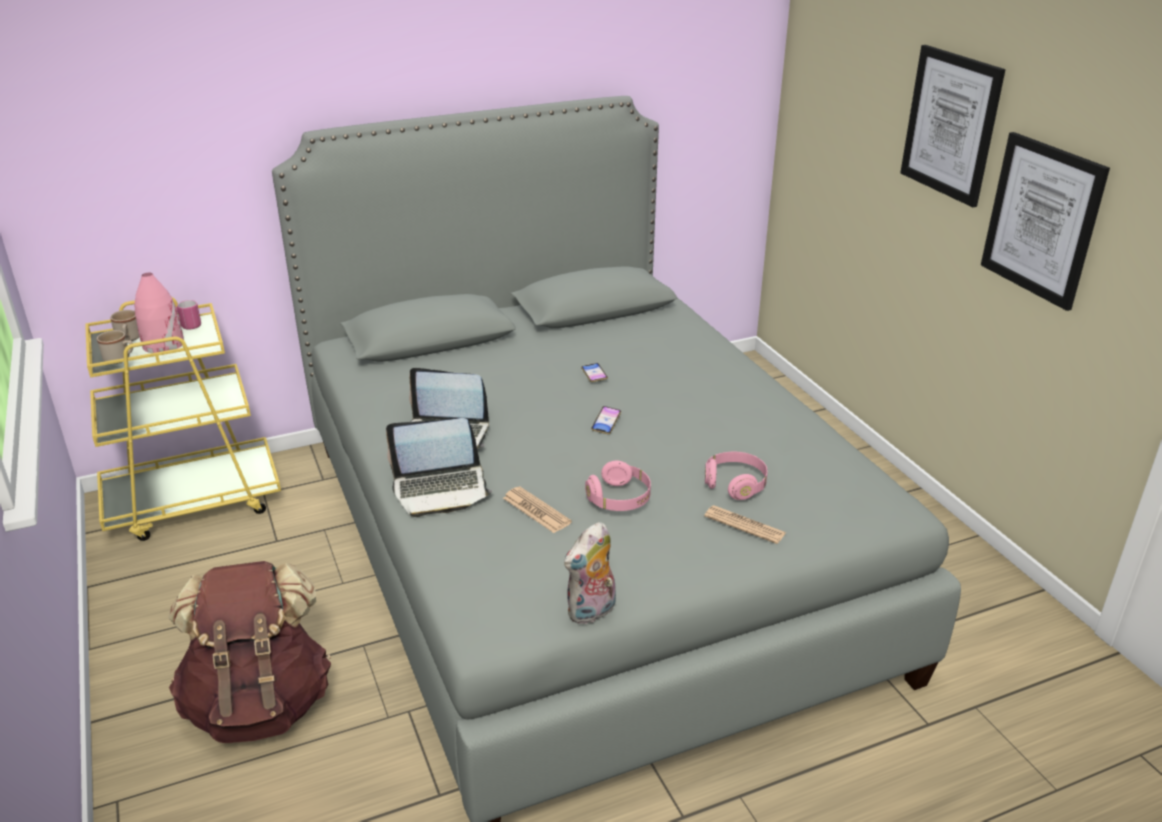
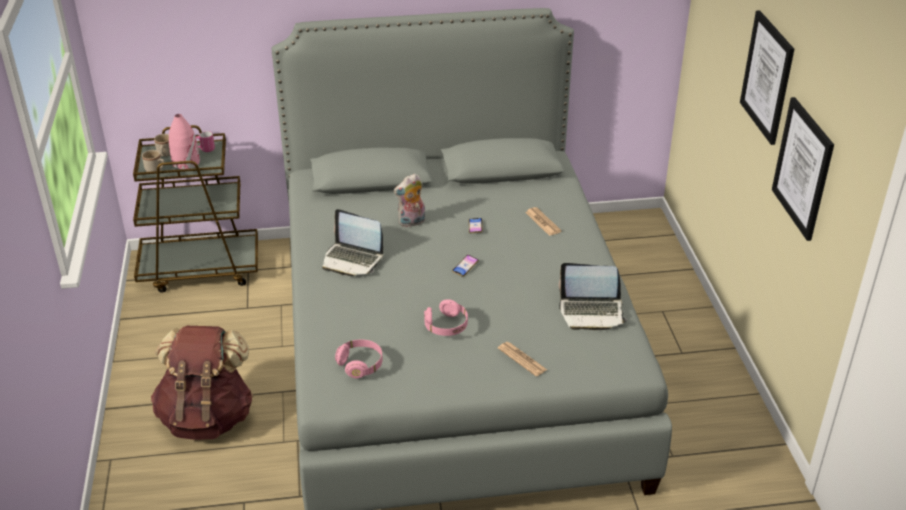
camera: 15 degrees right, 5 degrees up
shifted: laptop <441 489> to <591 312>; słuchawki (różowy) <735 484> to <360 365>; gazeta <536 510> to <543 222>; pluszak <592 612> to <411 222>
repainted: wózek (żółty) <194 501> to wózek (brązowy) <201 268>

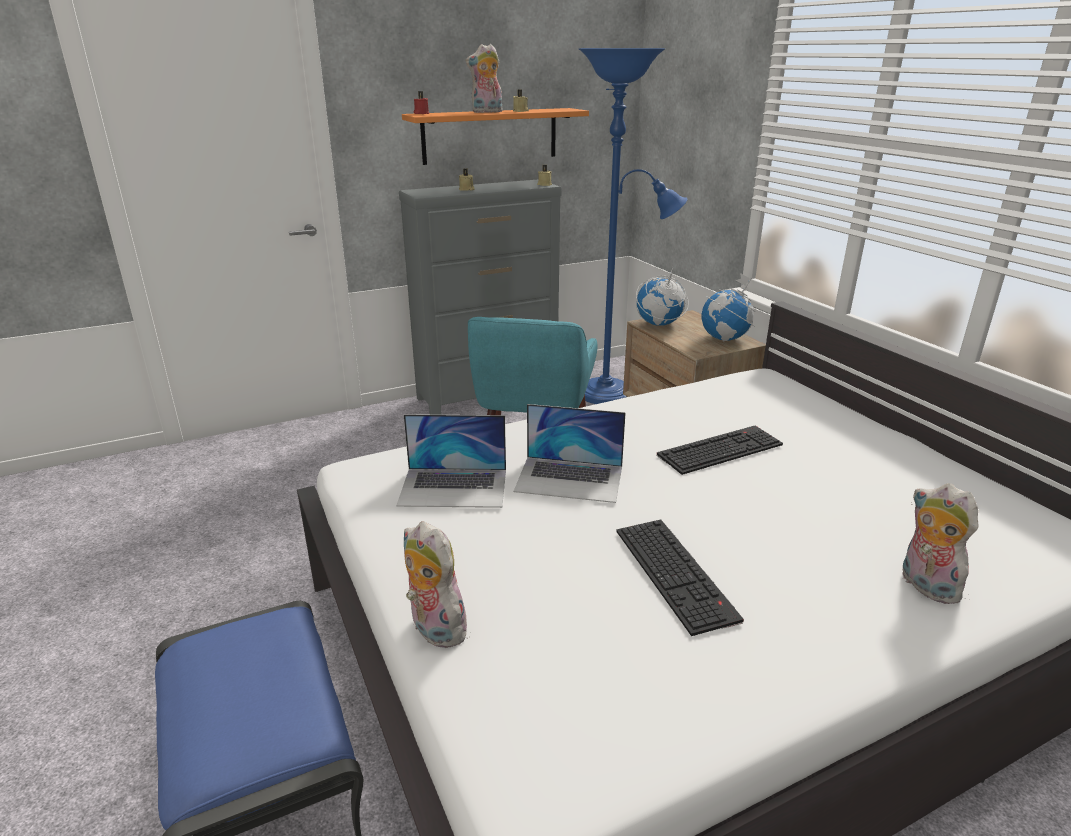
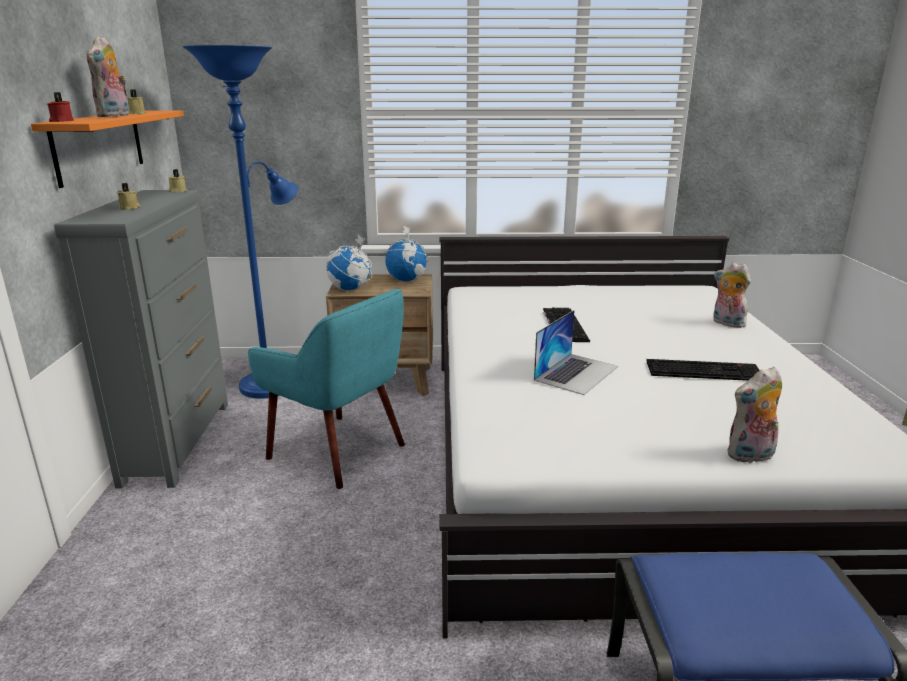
camera: 65 degrees left, 5 degrees down
gone: laptop <454 487>
rotated: pluszak <924 585> = <726 323> 45 degrees clockwise

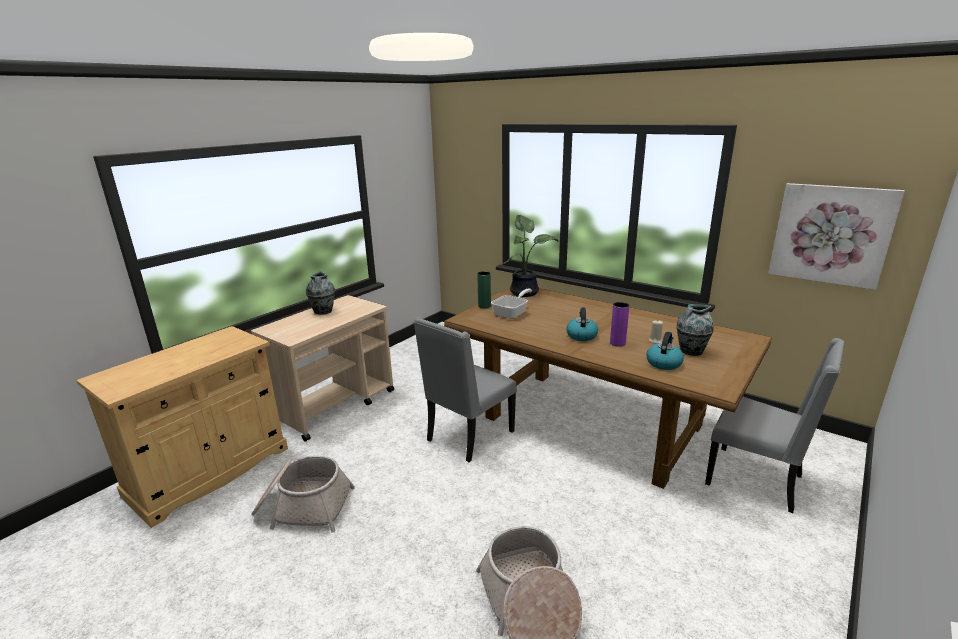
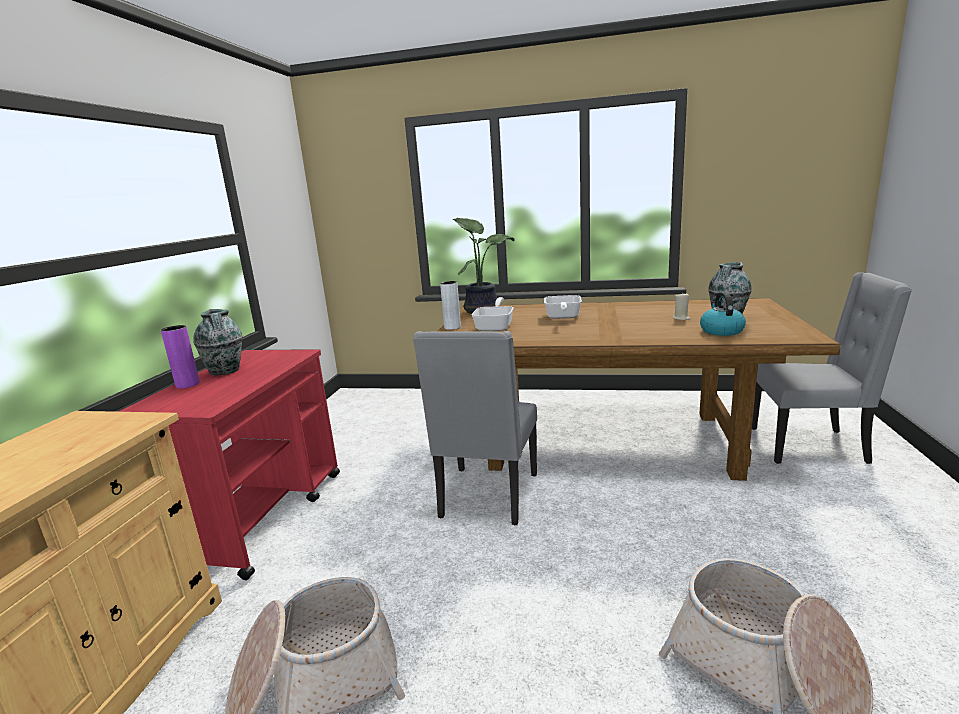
camera: 25 degrees left, 5 degrees down
gone: obraz <831 234>; czajnik <581 335>
new: patelnia <562 317>
shifted: wazon (fioletowy) <617 343> to <187 384>
repainted: wazon (zielony) <484 306> to wazon (szary) <452 327>; wózek (beżowy) <336 405> to wózek (czerwony) <262 516>

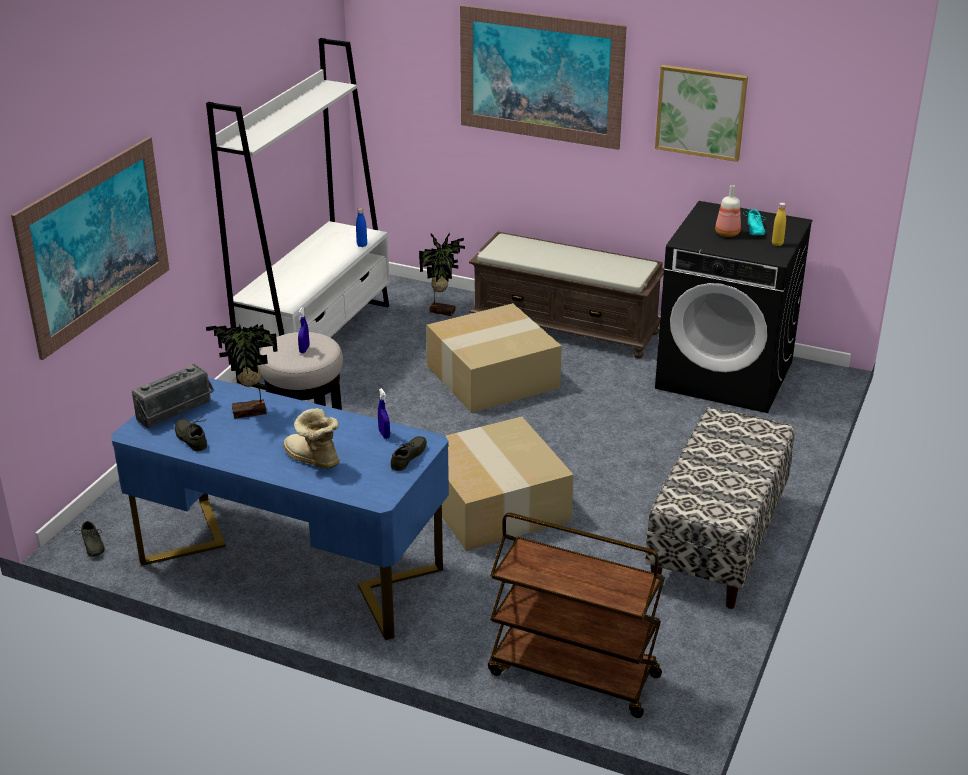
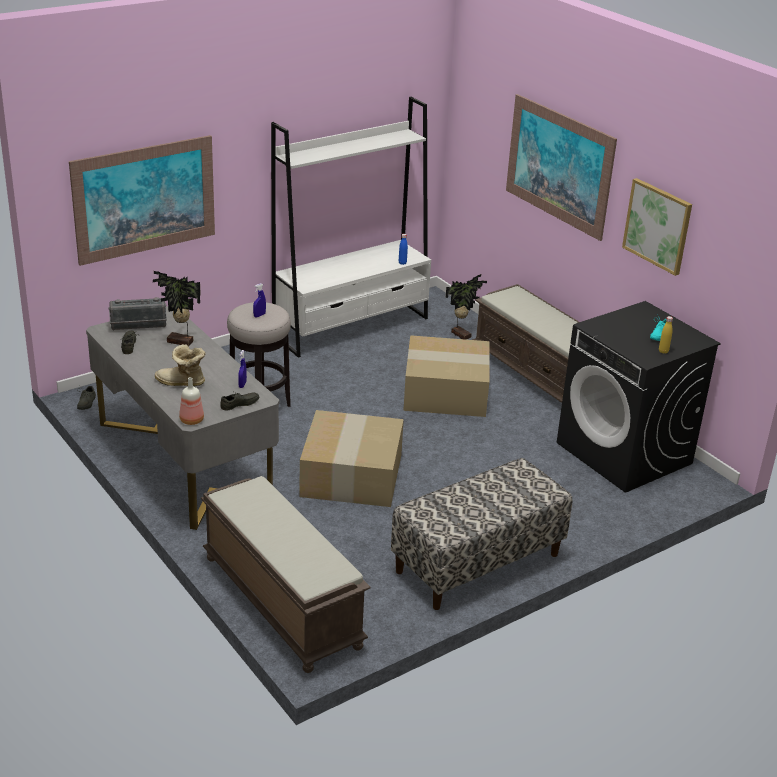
camera: 30 degrees right, 0 degrees up
shifted: butelka <727 234> to <191 420>
swapped: wózek (brązowy) <572 675> to ławka (brązowy) <279 601>
repainted: biurko (niebieski) <290 565> to biurko (szary) <183 460>
rotated: but z cholewką <311 459> = <181 383> 60 degrees counterclockwise

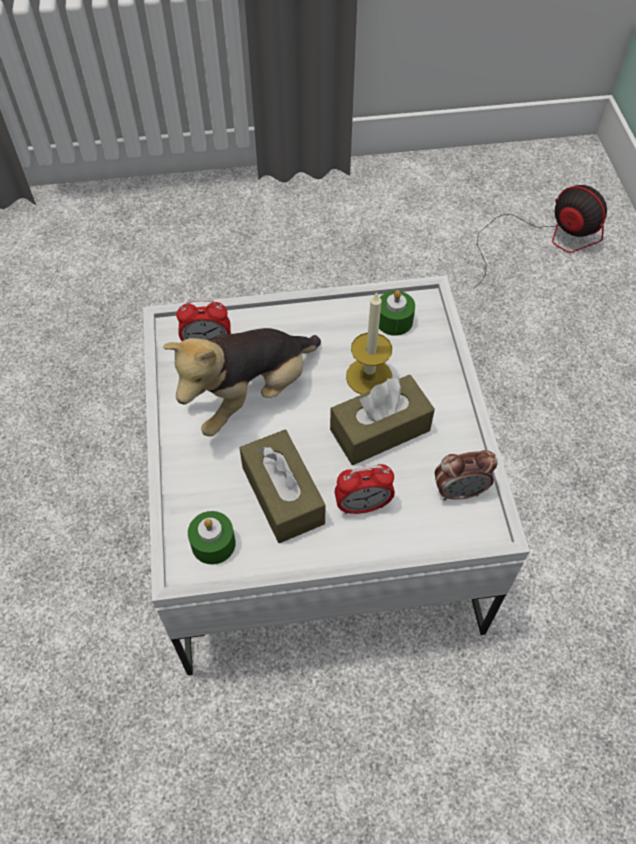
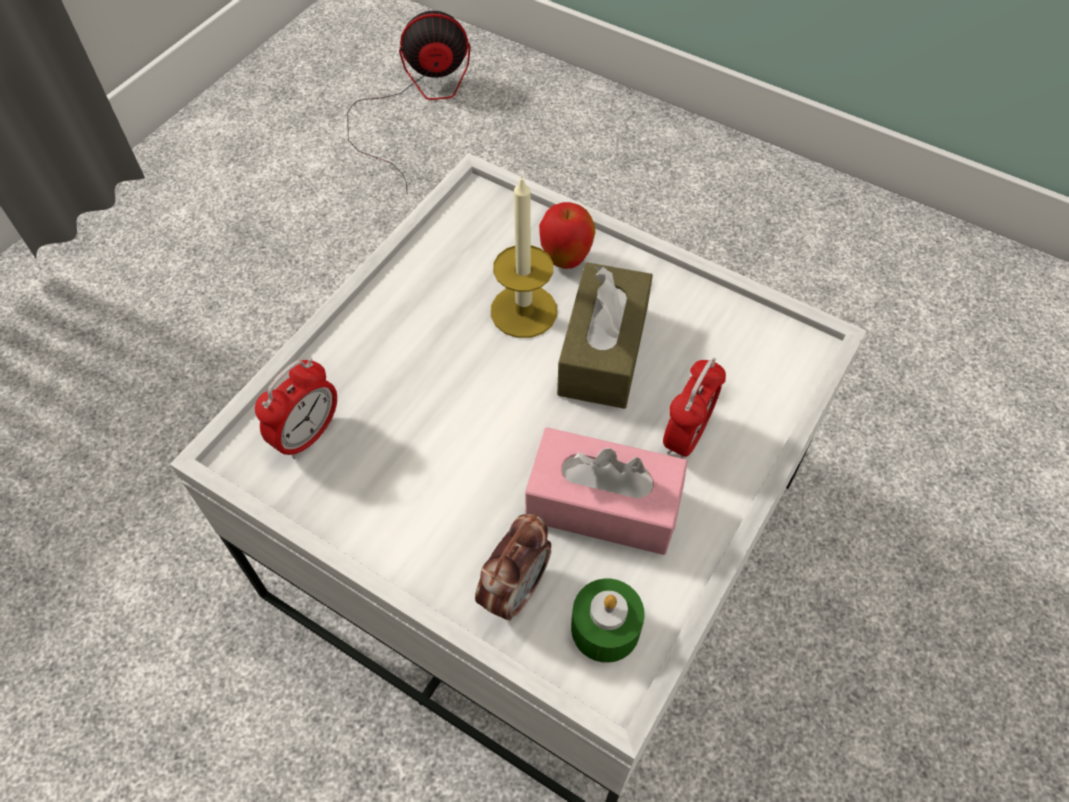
camera: 50 degrees left, 0 degrees up
gone: świeca (zielony) <394 321>; pluszak <250 395>
new: jabłko <566 260>
shifted: budzik <459 491> to <515 590>
repainted: pudełko chusteczek (brązowy) <283 495> to pudełko chusteczek (różowy) <603 505>

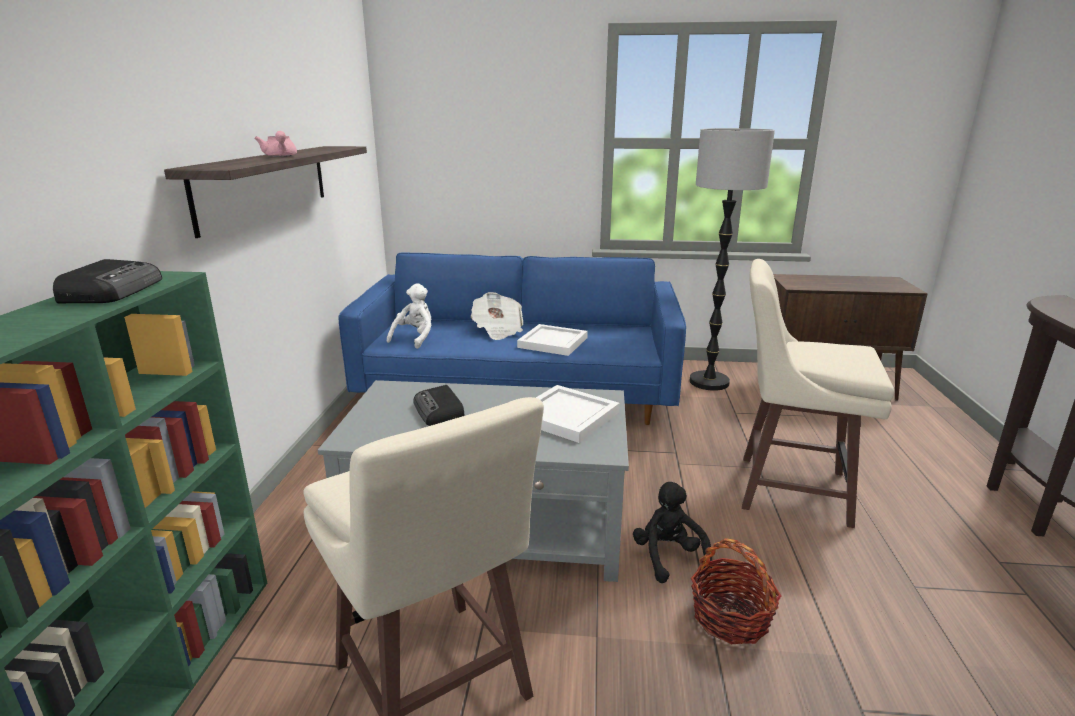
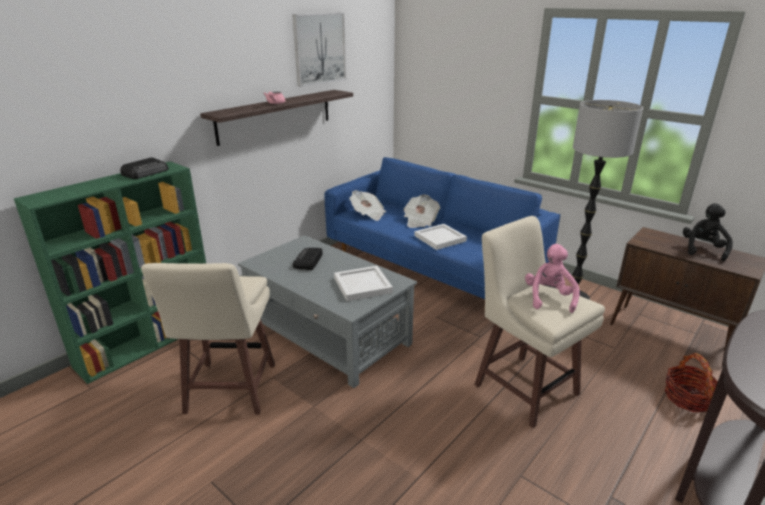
camera: 35 degrees right, 5 degrees up
new: obraz <319 48>; pluszak (różowy) <549 298>
shifted: pluszak (czarny) <668 557> to <703 250>; koszyk <731 617> to <687 398>
swapped: pluszak (biały) <415 338> to gazeta <368 214>

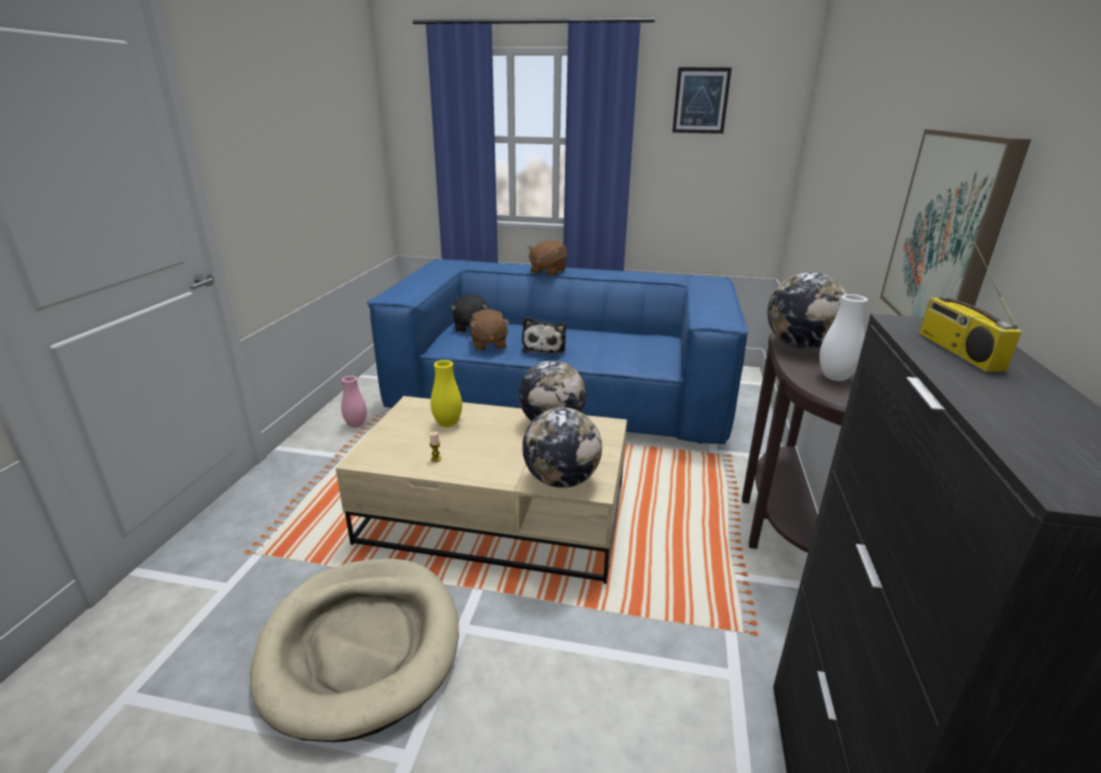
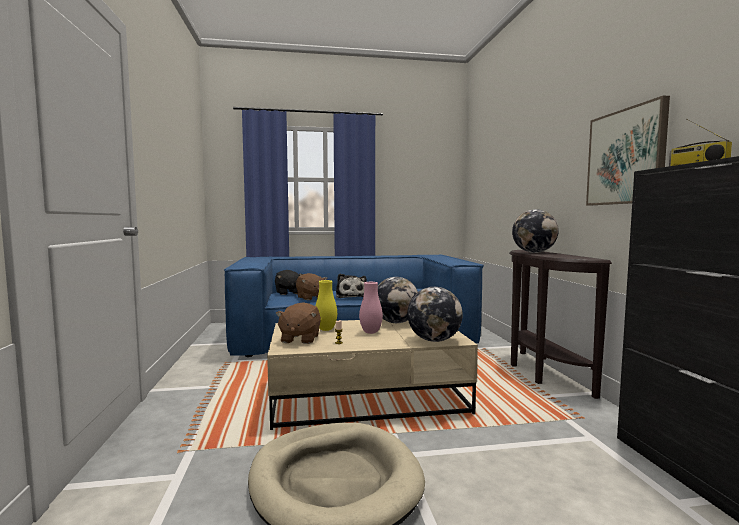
camera: 20 degrees left, 20 degrees down
gone: obraz <701 100>; wazon (biały) <835 378>
shifted: pluszak (brązowy) <547 271> to <299 339>; wazon (różowy) <356 425> to <370 332>

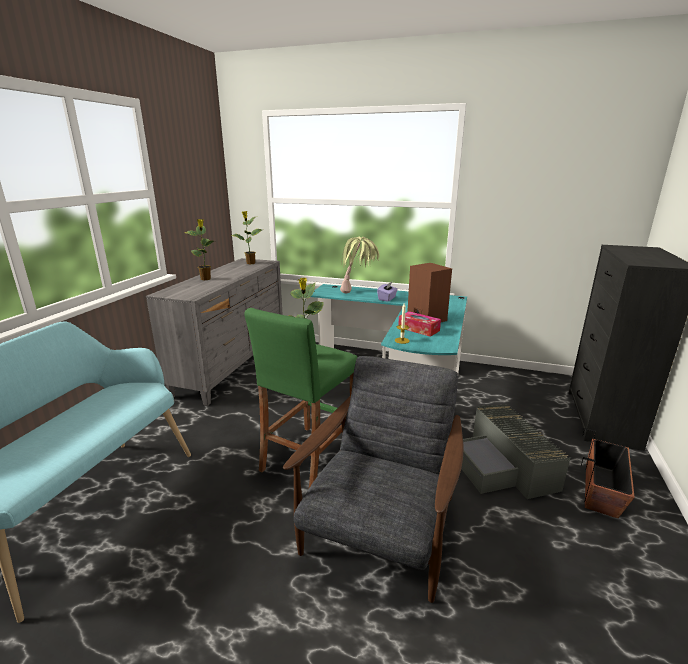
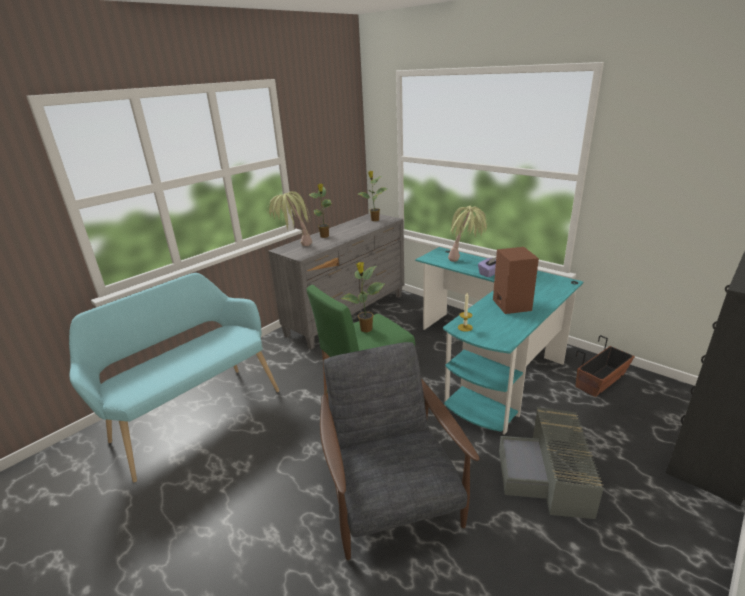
camera: 25 degrees right, 5 degrees up
gone: pudełko chusteczek <418 329>
new: roślina doniczkowa <294 248>
shifted: donica <602 489> to <601 381>
rotated: fotel (szary) <380 530> = <392 498> 60 degrees counterclockwise

